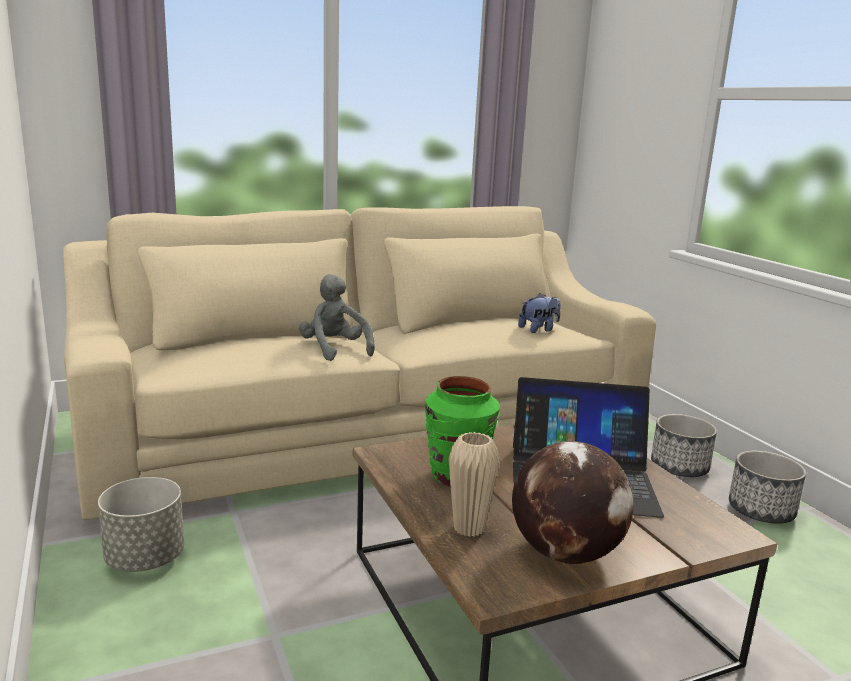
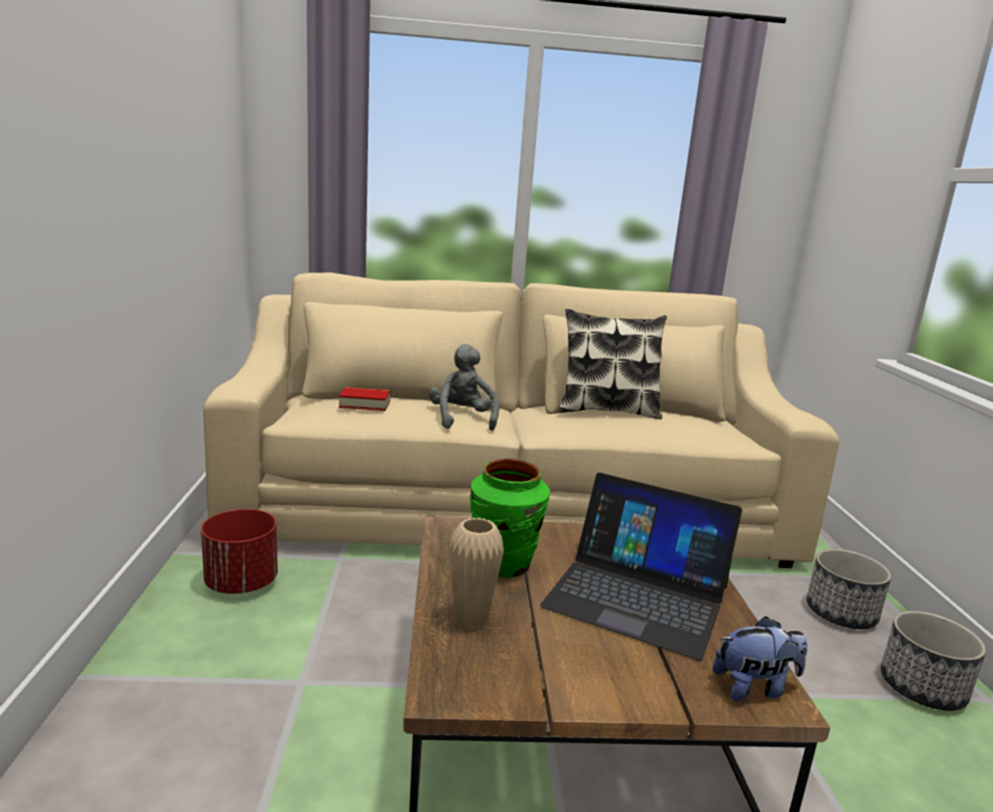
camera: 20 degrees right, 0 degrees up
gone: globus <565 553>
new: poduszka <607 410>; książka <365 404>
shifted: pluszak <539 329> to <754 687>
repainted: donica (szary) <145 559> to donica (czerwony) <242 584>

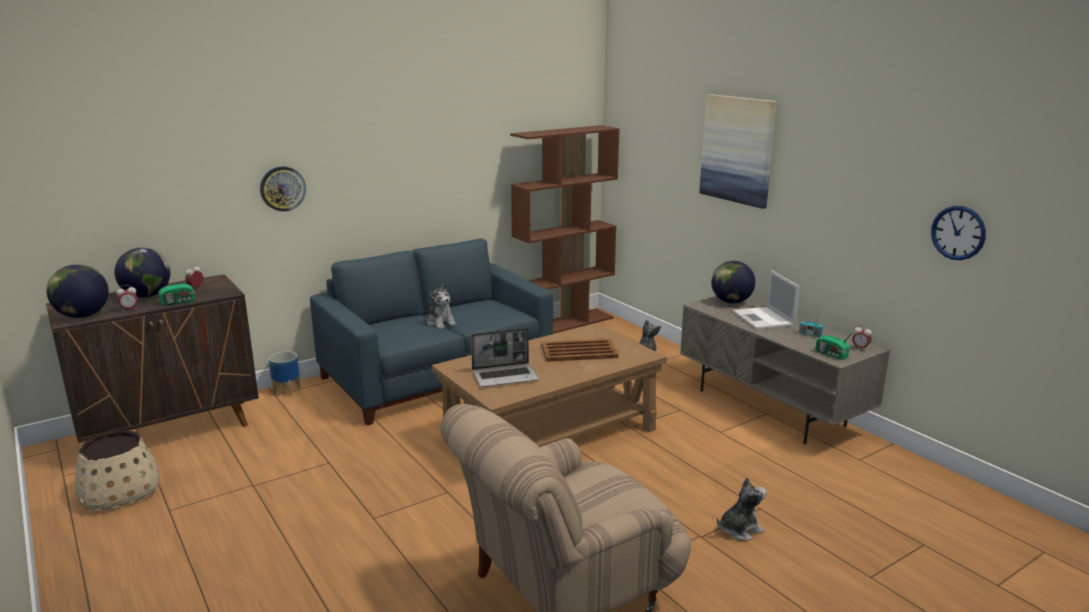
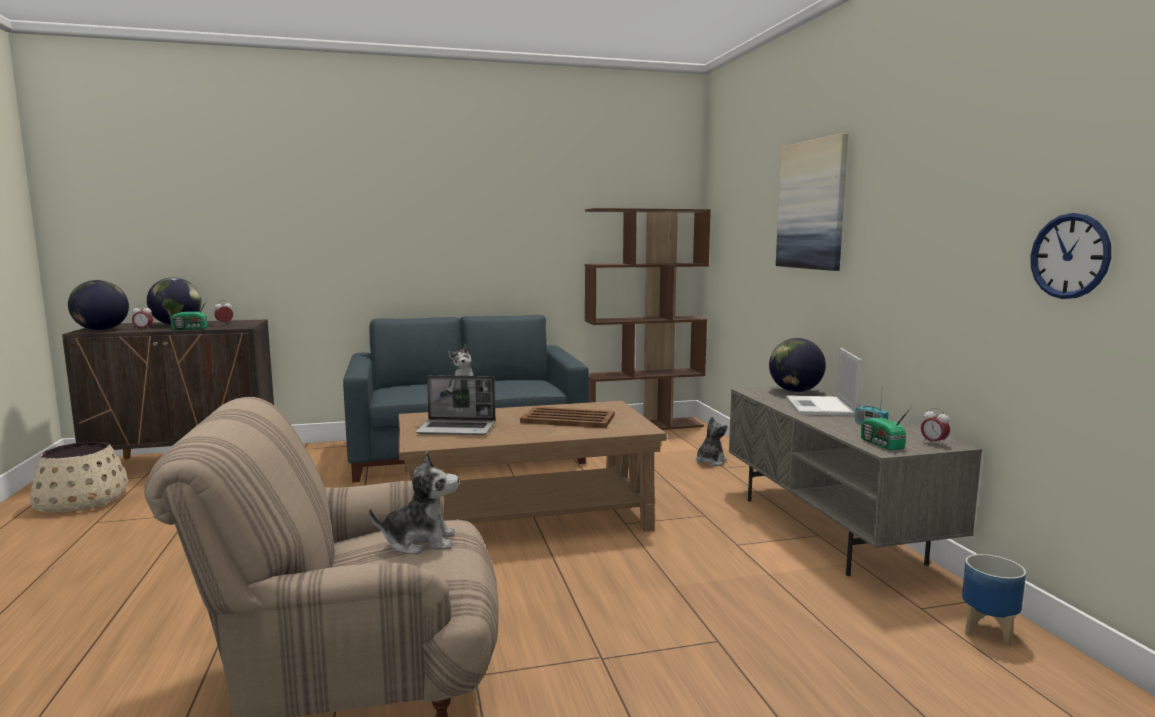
camera: 20 degrees right, 10 degrees down
gone: zegar ścienny <282 188>
shifted: donica <287 390> to <988 630>; pluszak <739 530> to <420 542>

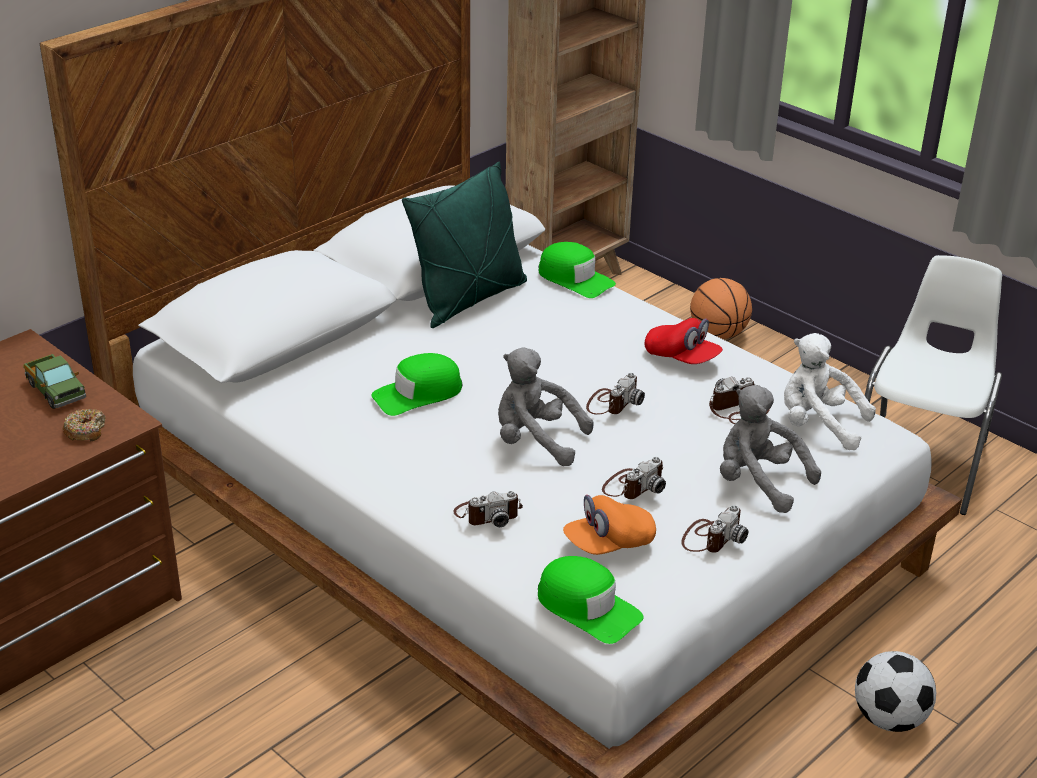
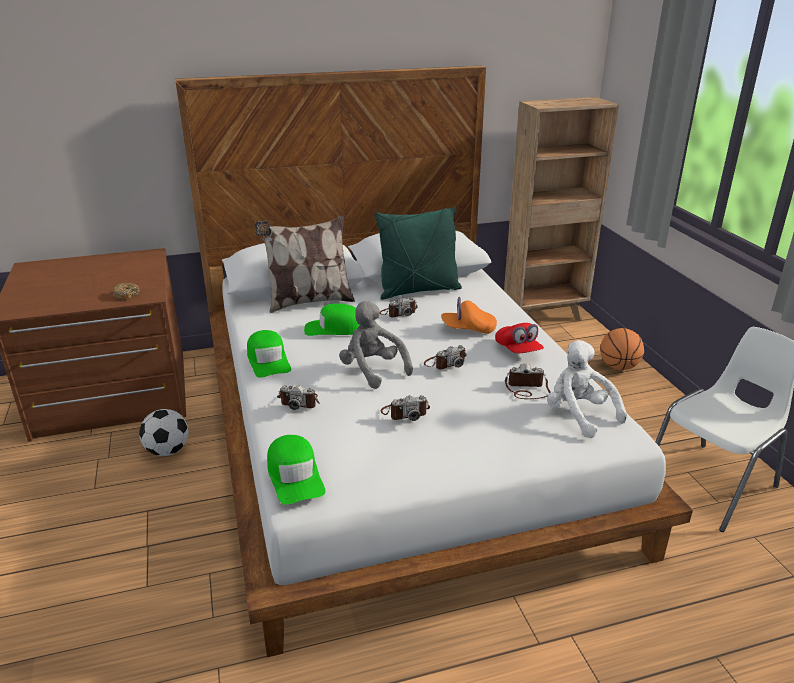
camera: 30 degrees right, 5 degrees down
gone: ciężarówka zabawkowa <56 392>; pluszak (szary) <758 482>
new: poduszka <308 301>
shifted: czapka z daszkiem (zielony) <575 279> to <268 360>; czapka z daszkiem (pomarańczowy) <609 543> to <468 329>; aparat fotograficzny <711 537> to <398 313>; piłka futbolowa <889 719> to <167 451>

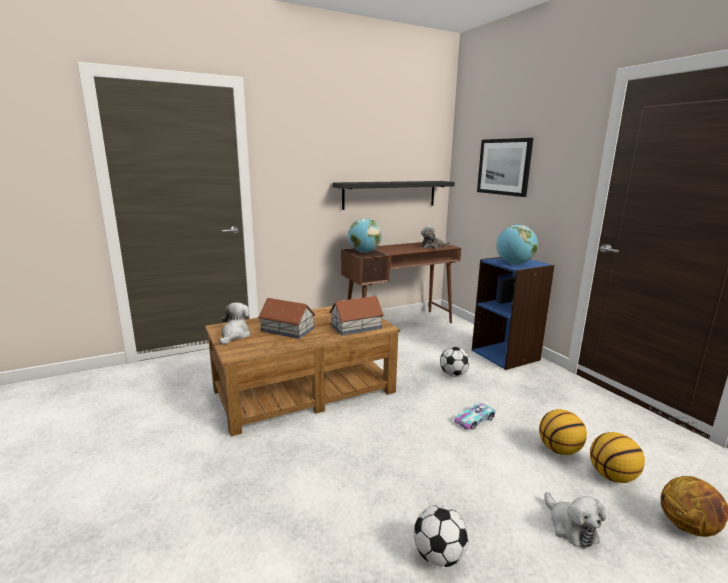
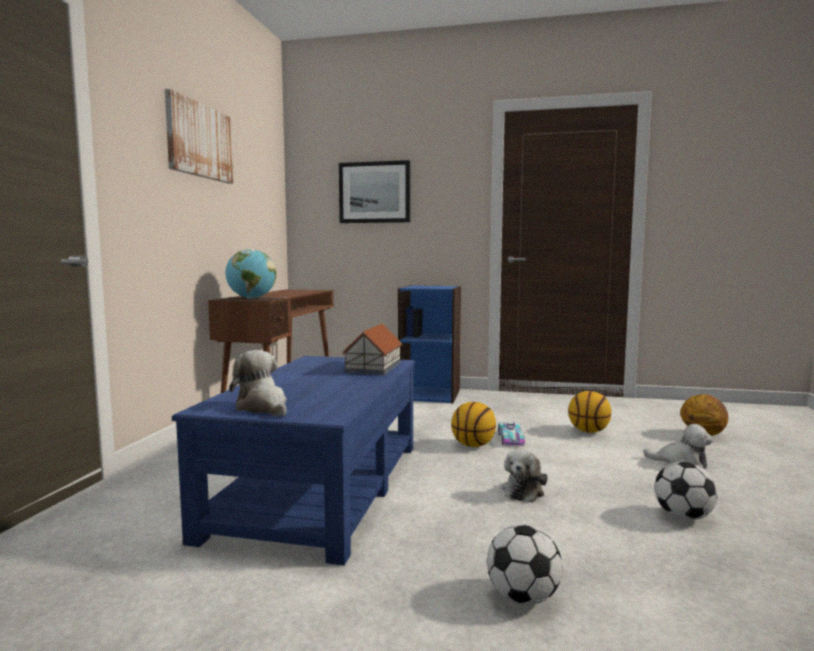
camera: 50 degrees left, 10 degrees down
gone: półka (czarny) <390 194>; globus <514 264>; domek <288 330>
new: obraz <200 141>
shifted: pluszak <433 246> to <523 490>; piłka futbolowa <453 374> to <523 597>; piłka do koszykówki <612 476> to <473 445>
repainted: ława (brązowy) <303 390> to ława (niebieski) <319 487>

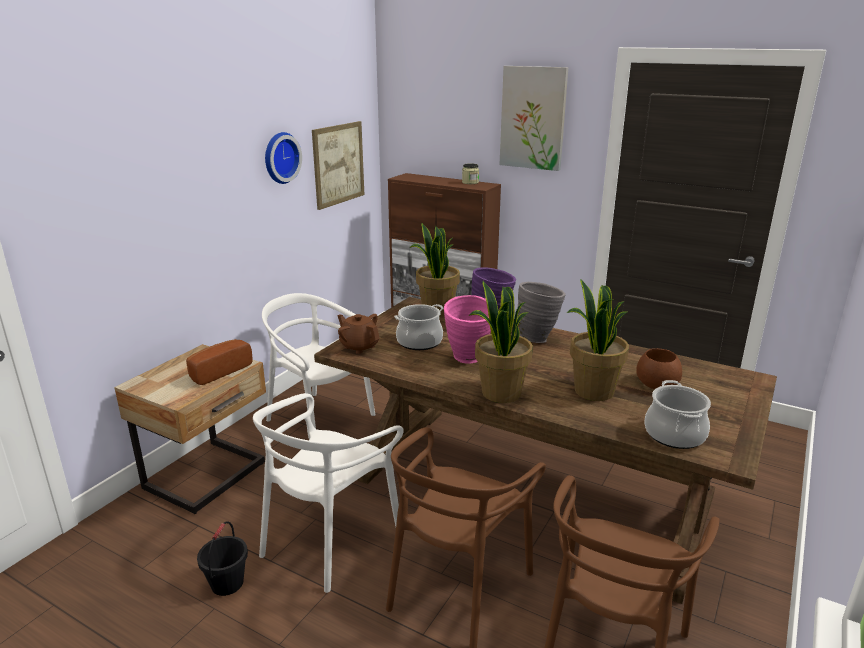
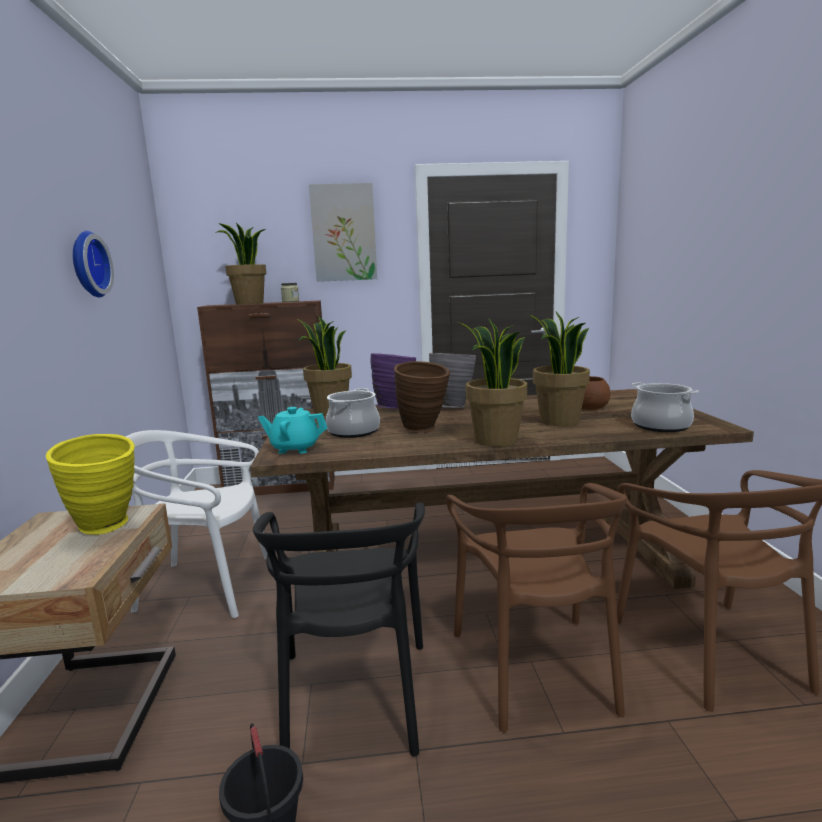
camera: 35 degrees left, 10 degrees down
gone: obraz <338 164>
new: roślina doniczkowa <249 303>
swapped: chleb <218 371> to wazon (żółty) <107 528>
repainted: wazon (różowy) <468 360> to wazon (brązowy) <424 430>; imbryk (brązowy) <359 346> to imbryk (turkusowy) <295 448>; krzesło (biały) <330 539> to krzesło (czarny) <353 696>

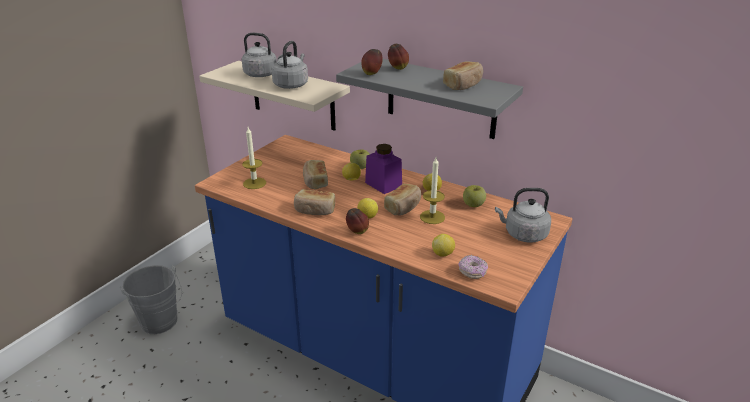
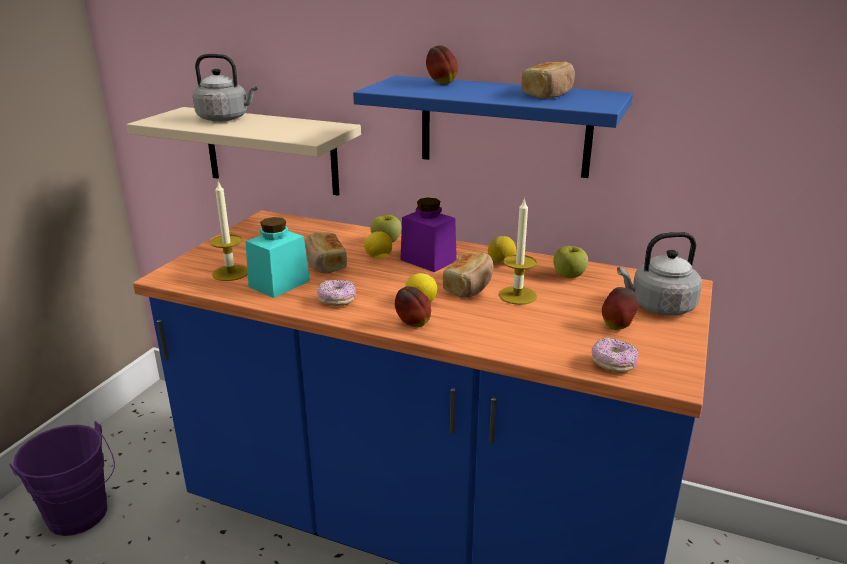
camera: 10 degrees left, 5 degrees down
gone: czajnik (szary) <291 84>; cytryna <443 254>
new: słoik (turkusowy) <279 284>
shifted: jabłko <372 74> to <617 326>
swapped: chleb <315 210> to donut <337 301>
repainted: półka (szary) <441 98> to półka (niebieski) <504 126>; wiadro (szary) <161 324> to wiadro (fioletowy) <81 518>

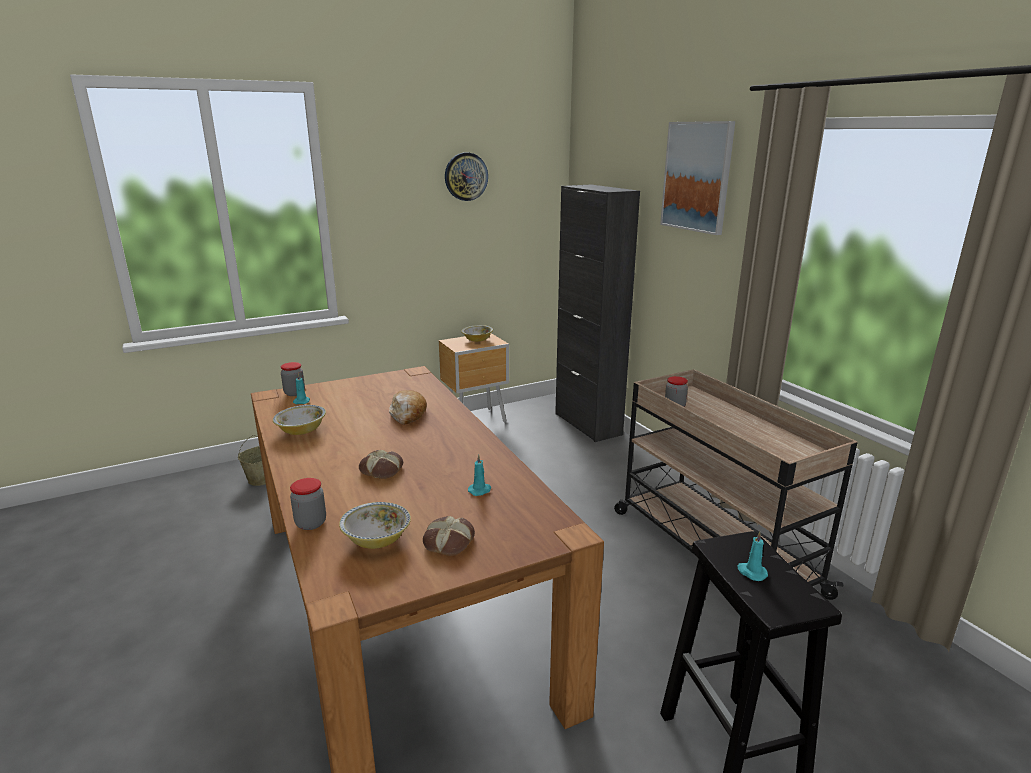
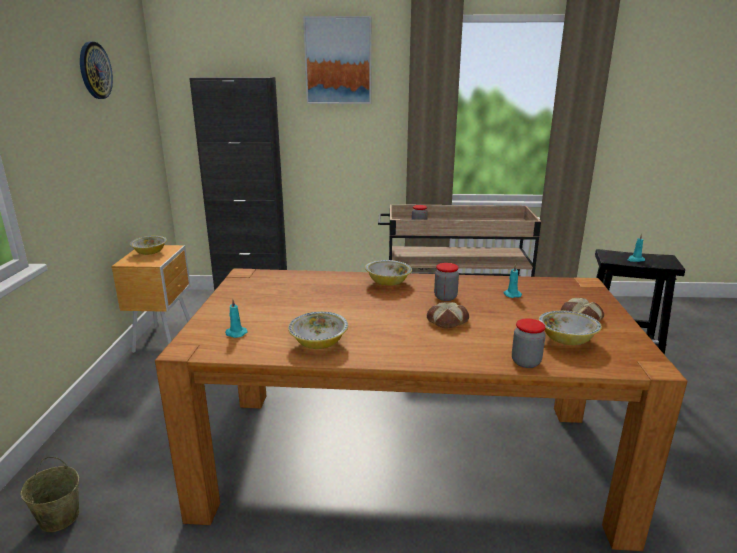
camera: 60 degrees left, 0 degrees up
gone: chleb <408 414>
new: miska <388 282>
shifted: słoik <294 393> to <445 297>

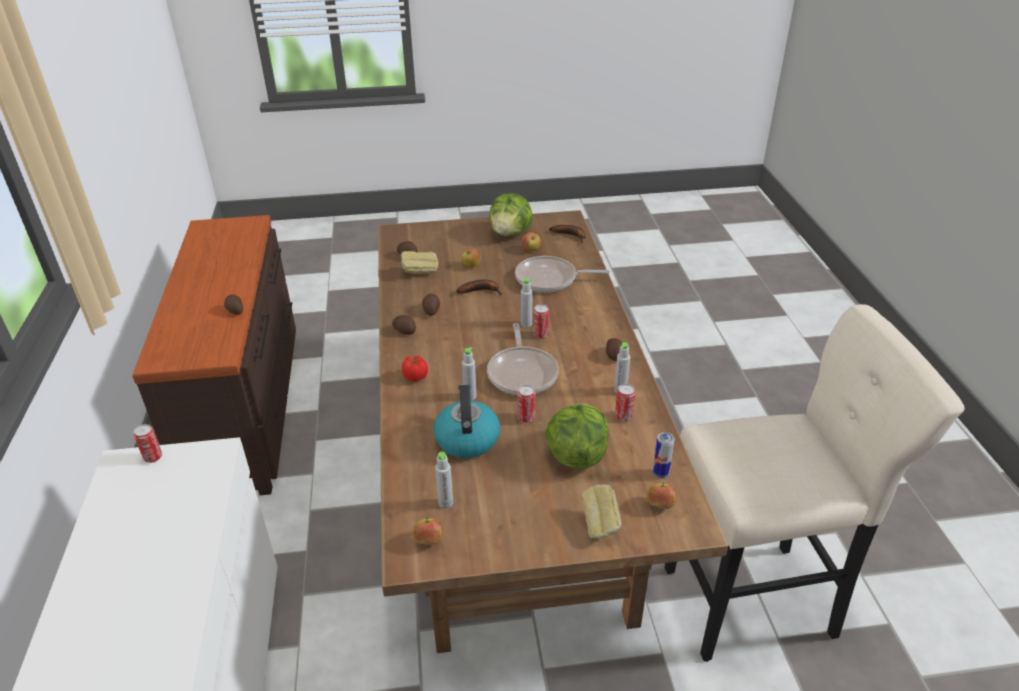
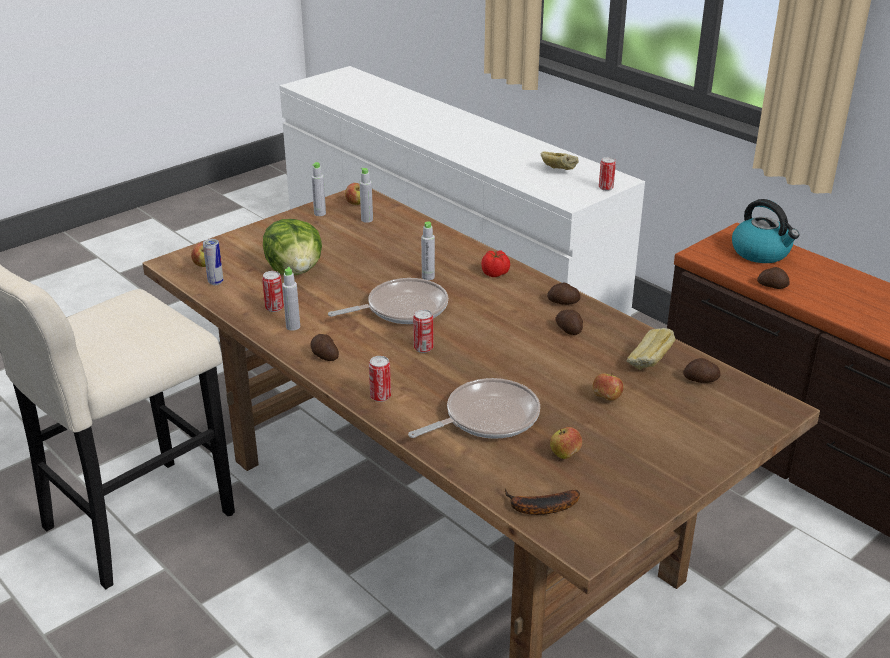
camera: 145 degrees right, 5 degrees down
gone: sałata <510 233>; banan <481 290>
shifted: butelka (szary) <526 324> to <320 213>; czajnik <467 438> to <761 253>; puszka <526 417> to <380 396>; chleb <600 525> to <558 171>
rotated: patelnia <522 373> = <402 309> 105 degrees clockwise

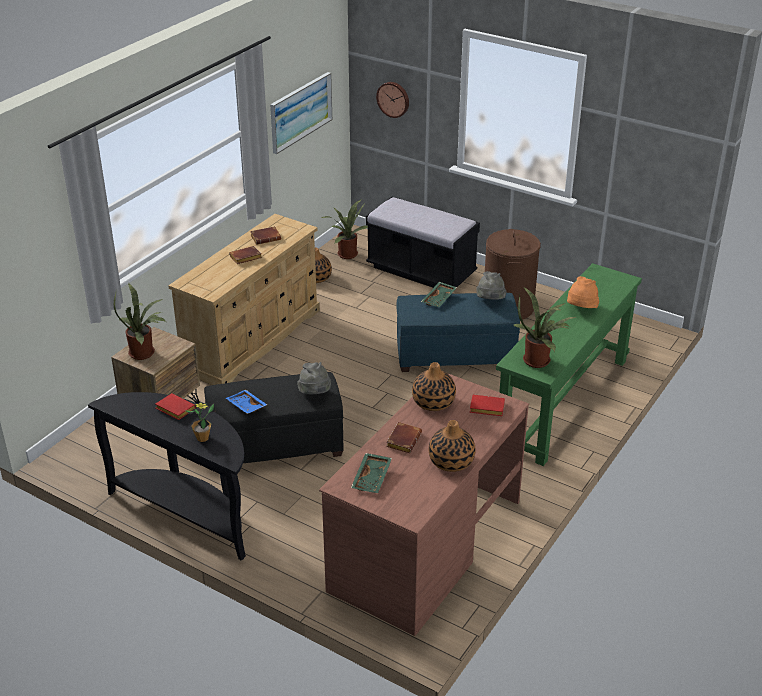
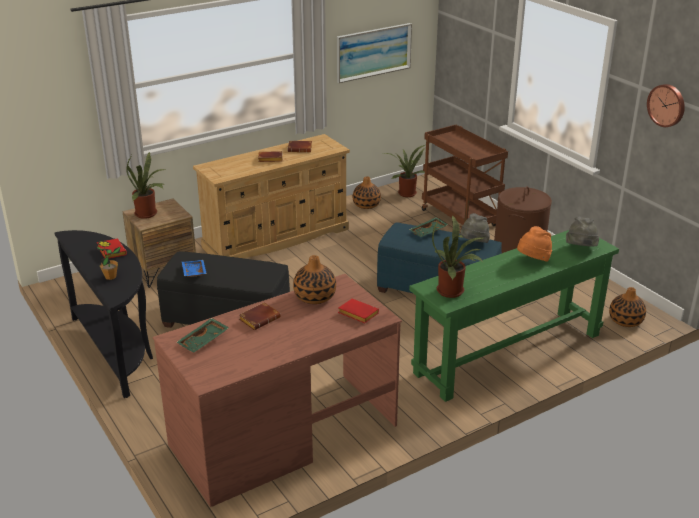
camera: 25 degrees right, 5 degrees down
shifted: zegar ścienny <393 99> to <667 105>; kapelusz (szary) <315 394> to <580 249>; wazon <451 461> to <625 320>
swapped: ławka (czarny) <421 271> to wózek (brązowy) <461 219>

